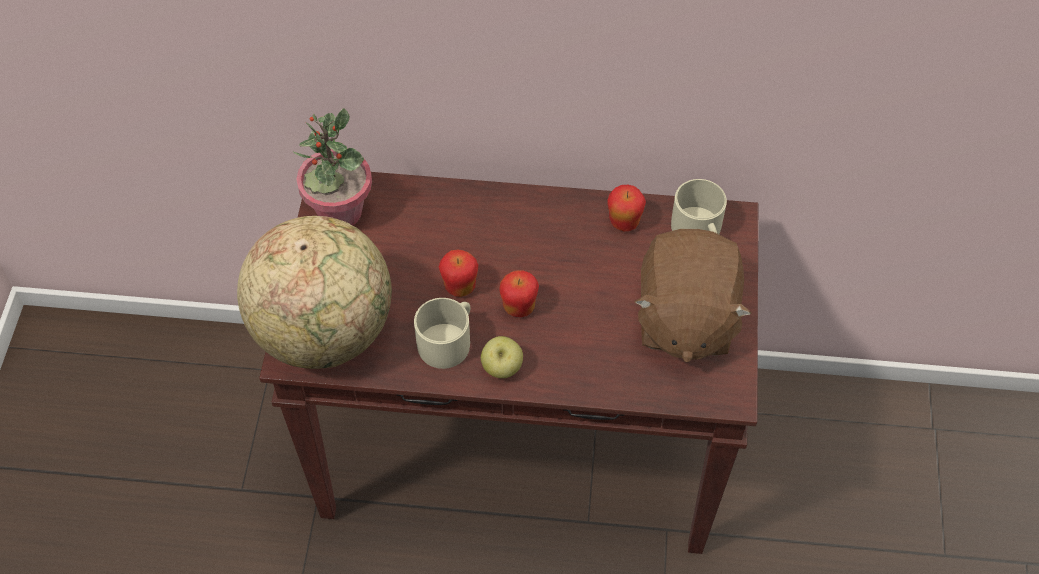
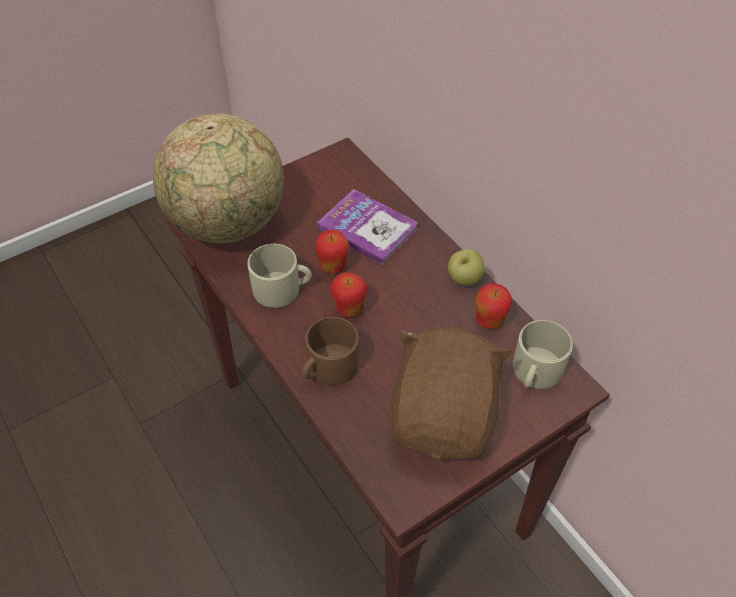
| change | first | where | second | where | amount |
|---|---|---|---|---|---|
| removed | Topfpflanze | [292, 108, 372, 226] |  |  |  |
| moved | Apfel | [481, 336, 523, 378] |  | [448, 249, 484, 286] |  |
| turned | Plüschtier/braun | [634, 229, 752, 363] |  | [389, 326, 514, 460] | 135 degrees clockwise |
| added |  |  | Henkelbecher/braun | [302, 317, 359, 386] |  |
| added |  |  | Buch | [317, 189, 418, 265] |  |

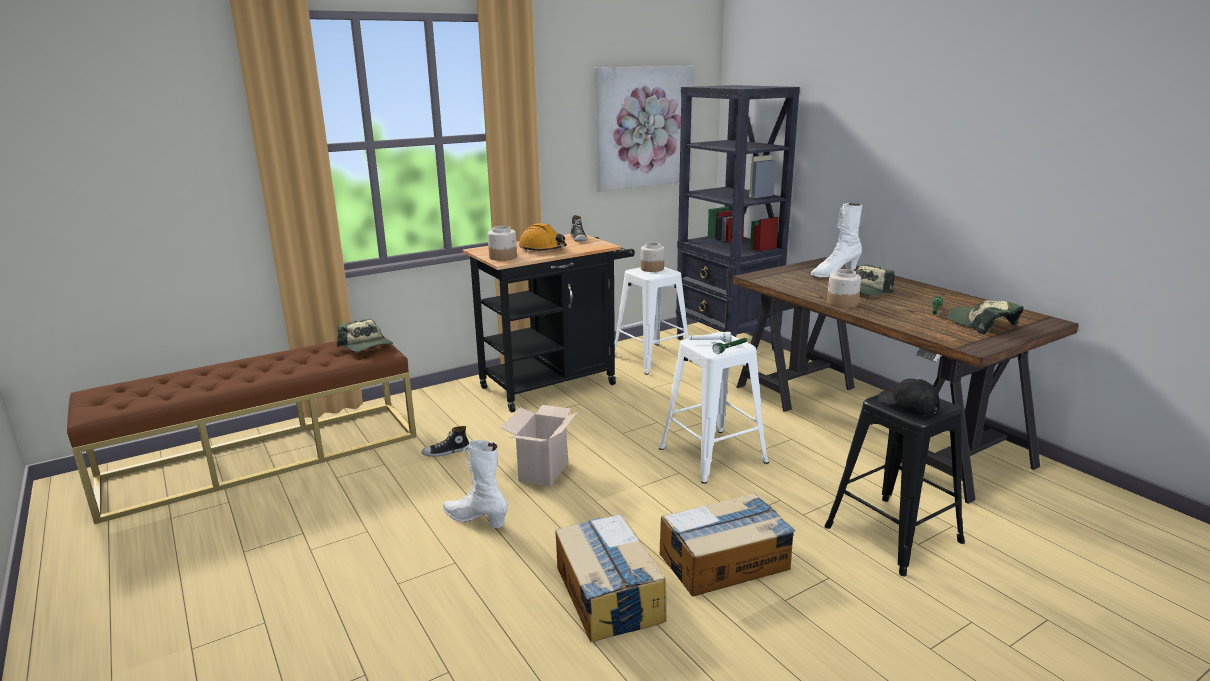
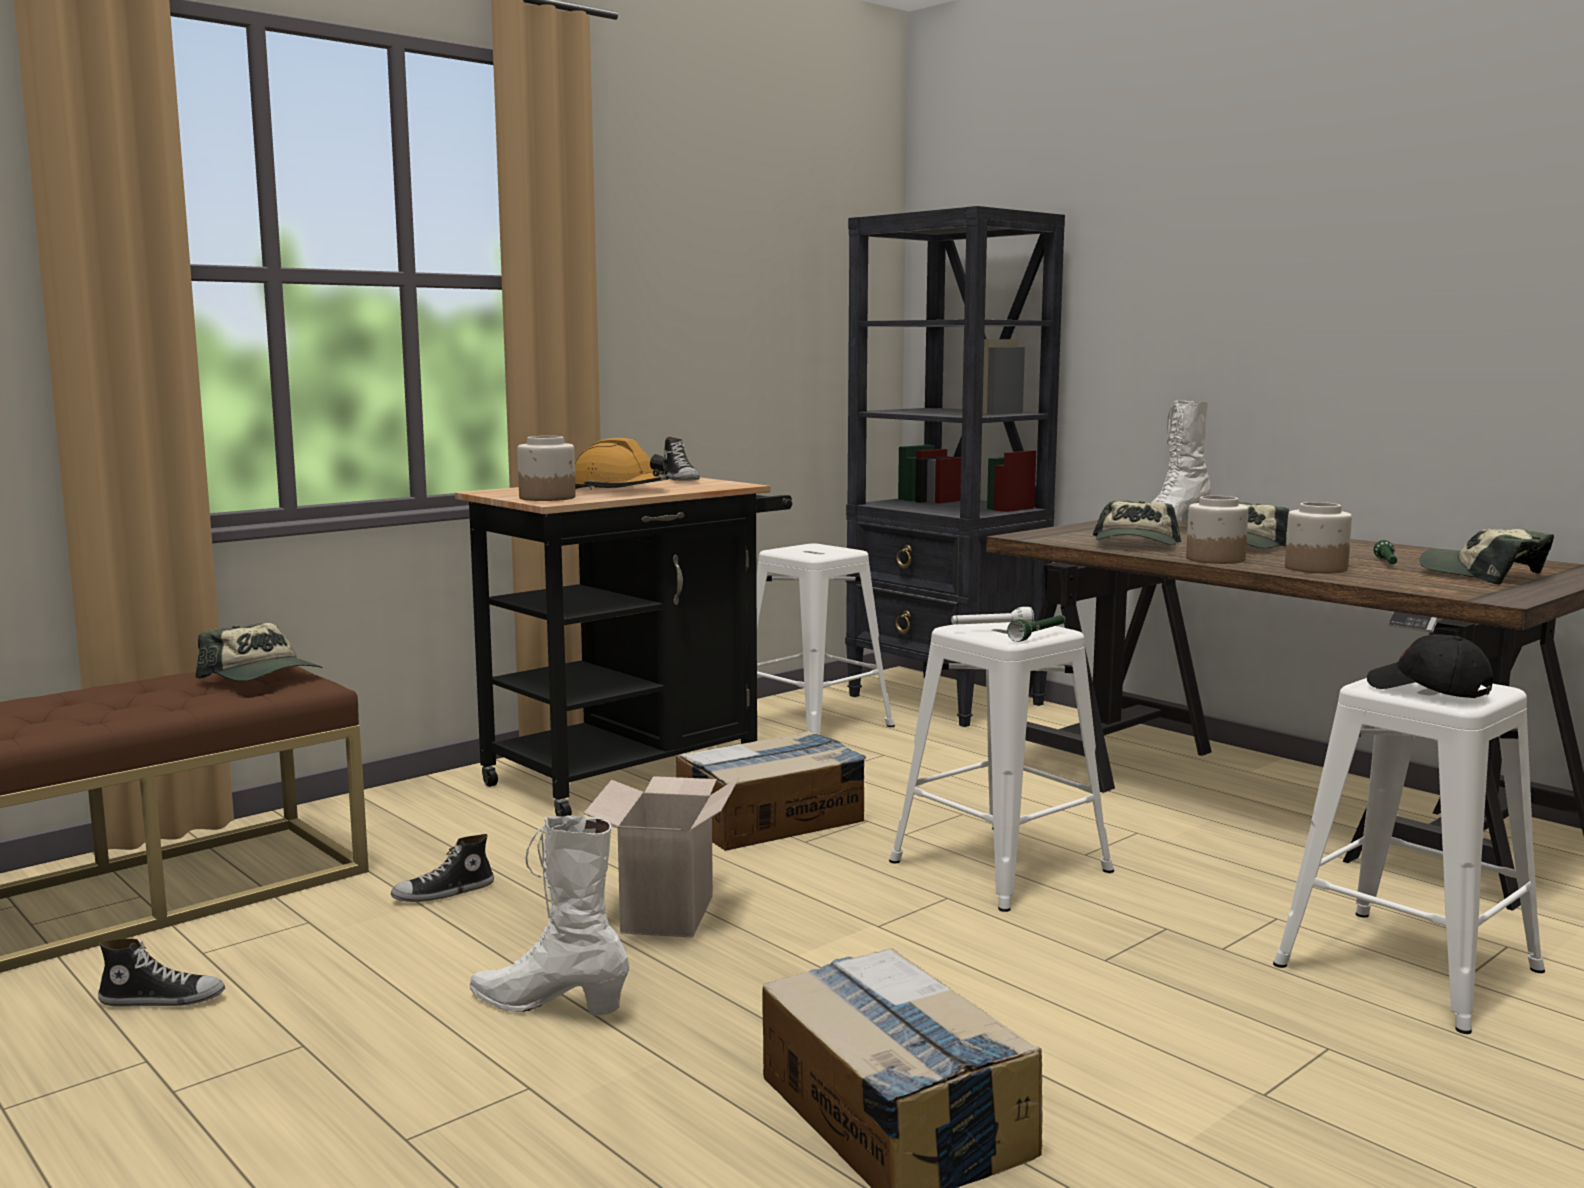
| change | first | where | second | where | amount |
|---|---|---|---|---|---|
| removed | Bild | [595, 66, 695, 192] |  |  |  |
| moved | Vorratsglas | [641, 242, 664, 272] |  | [1285, 502, 1352, 573] |  |
| moved | Karton | [660, 492, 795, 597] |  | [676, 730, 866, 851] |  |
| recoloured | Hocker/schwarz | [824, 394, 965, 576] | Hocker/weiß | [1273, 678, 1545, 1034] |  |
| added |  |  | Schuh | [98, 939, 225, 1007] |  |
| added |  |  | Kappe | [1093, 501, 1181, 545] |  |

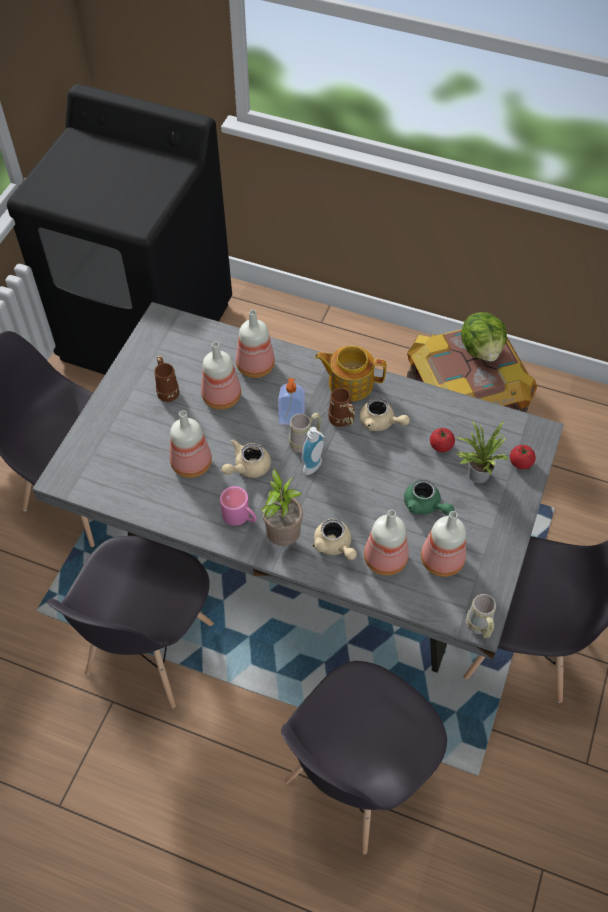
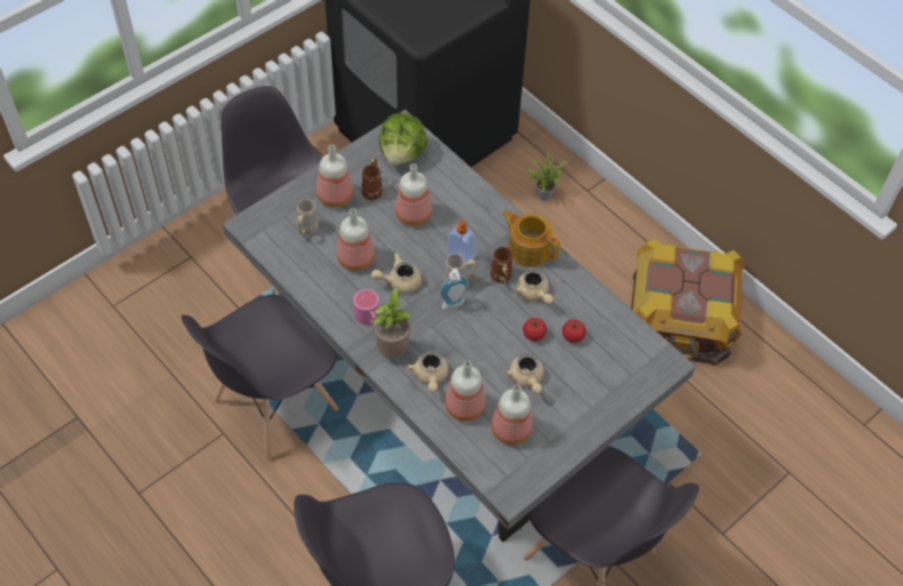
| change | first | where | second | where | amount |
|---|---|---|---|---|---|
| moved | Flasche | [236, 310, 275, 378] |  | [316, 145, 353, 207] |  |
| recoloured | Teekanne/grün | [404, 479, 454, 515] | Teekanne/beige | [505, 354, 544, 394] |  |
| moved | Topfpflanze | [455, 419, 509, 483] |  | [526, 152, 570, 201] |  |
| moved | Salatkopf | [461, 312, 507, 362] |  | [379, 113, 427, 166] |  |
| moved | Henkelbecher/beige | [466, 594, 496, 638] |  | [297, 199, 319, 235] |  |
| moved | Tomate | [510, 445, 536, 469] |  | [523, 318, 547, 341] |  |

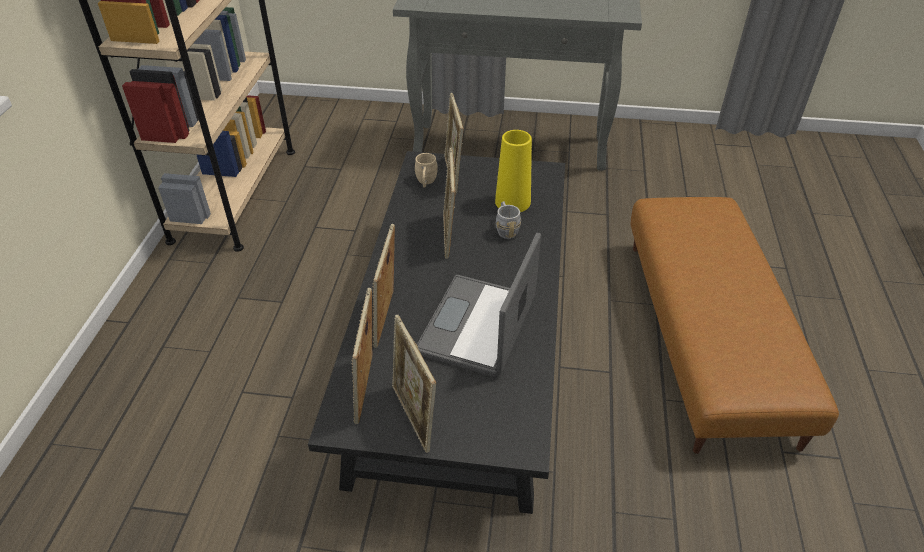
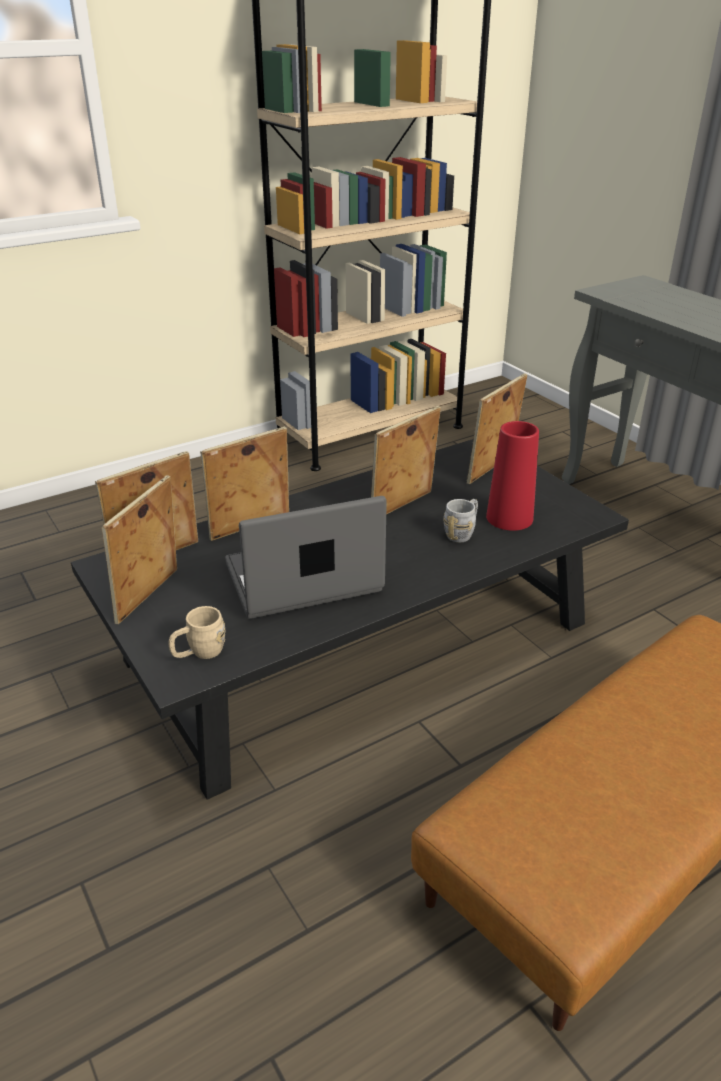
| change | first | where | second | where | amount |
|---|---|---|---|---|---|
| moved | Henkelbecher/beige | [415, 153, 438, 187] |  | [168, 606, 226, 659] |  |
| recoloured | Vase/gelb | [495, 130, 532, 212] | Vase/rot | [486, 421, 539, 531] |  |

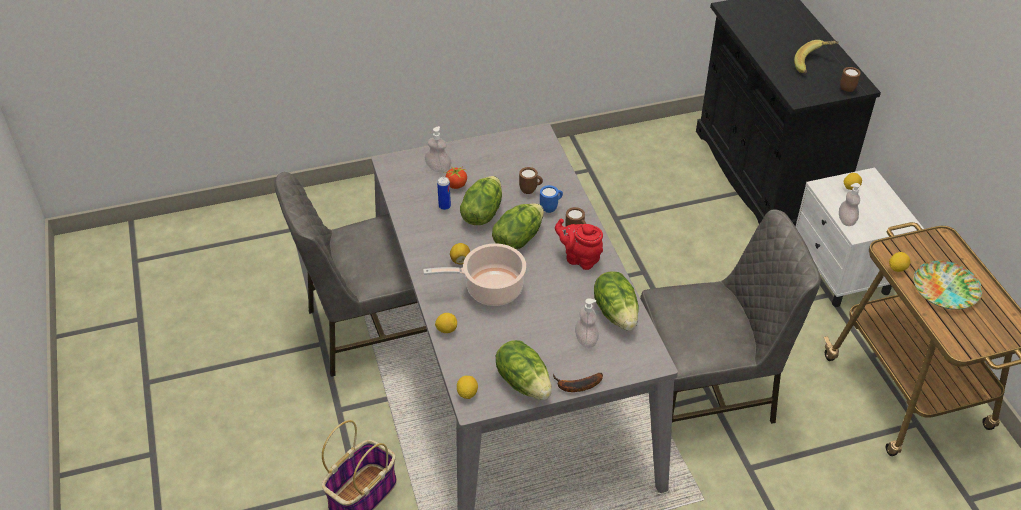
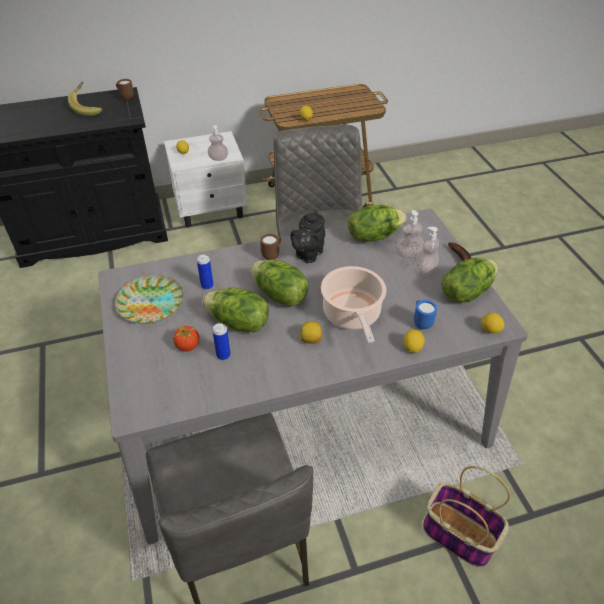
| change | first | where | second | where | amount |
|---|---|---|---|---|---|
| moved | Seifenspender | [425, 126, 452, 172] |  | [416, 227, 439, 276] |  |
| replaced | Henkelbecher/braun | [519, 167, 543, 194] | Dose | [197, 254, 214, 290] |  |
| moved | Henkelbecher/blau | [540, 185, 563, 213] |  | [414, 300, 437, 329] |  |
| recoloured | Teekanne/rot | [555, 219, 603, 270] | Teekanne/schwarz | [291, 211, 325, 263] |  |
| moved | Teller | [914, 261, 982, 310] |  | [115, 275, 184, 324] |  |

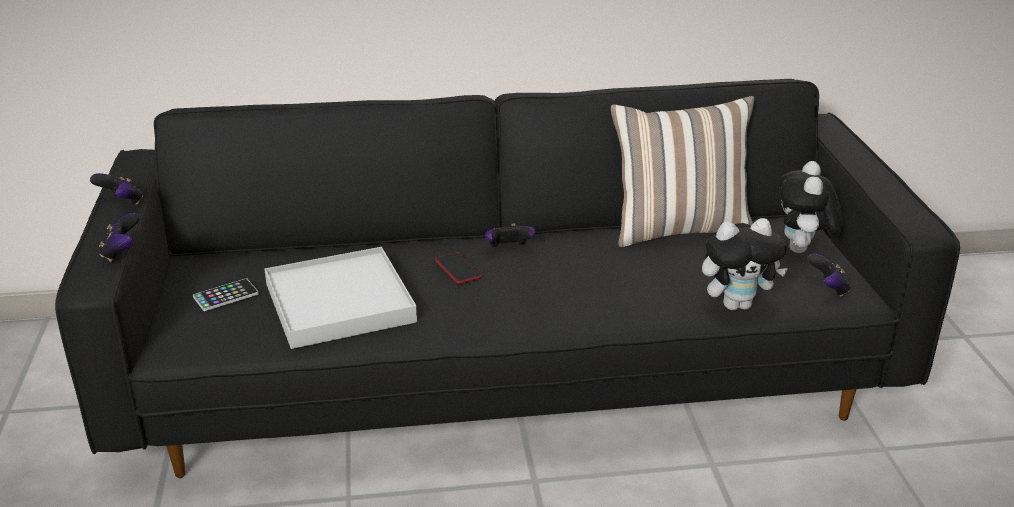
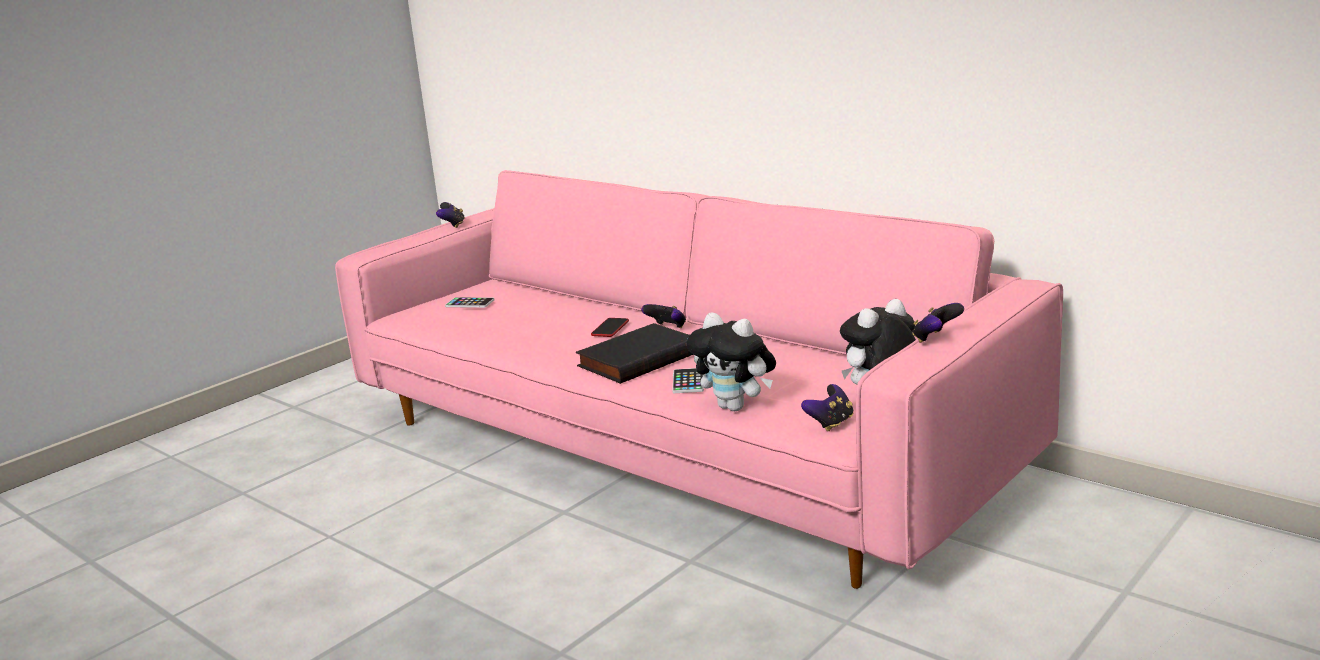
| change | first | where | second | where | amount |
|---|---|---|---|---|---|
| recoloured | Sofa/schwarz | [55, 79, 960, 478] | Sofa/rosa | [335, 170, 1063, 589] |  |
| moved | Gamepad | [99, 213, 139, 262] |  | [912, 303, 964, 343] |  |
| removed | Tablett/weiß | [264, 247, 417, 349] |  |  |  |
| removed | Kissen | [611, 96, 754, 247] |  |  |  |
| added |  |  | Buch/schwarz | [576, 323, 694, 384] |  |
| added |  |  | Handy | [672, 368, 704, 393] |  |

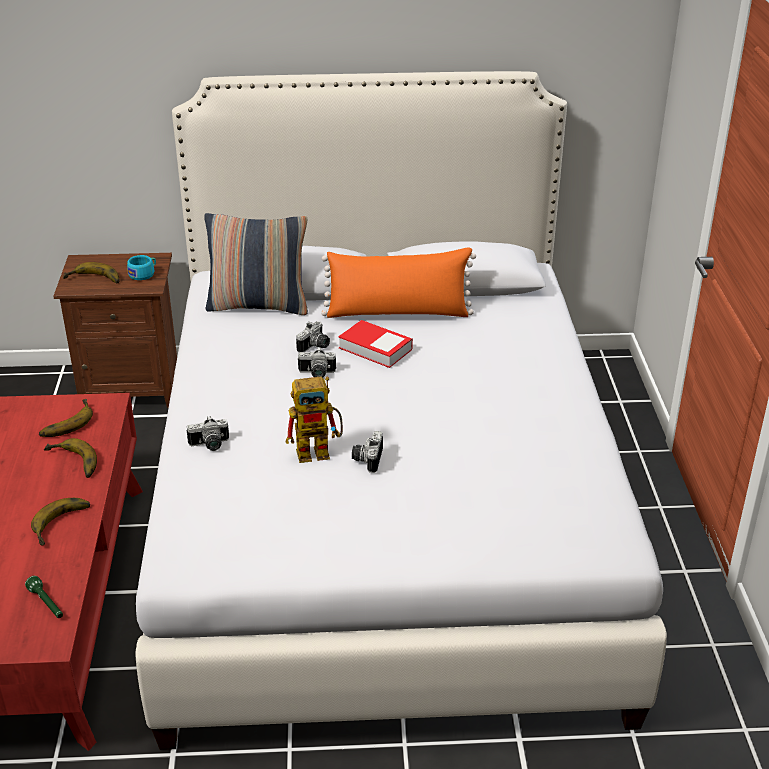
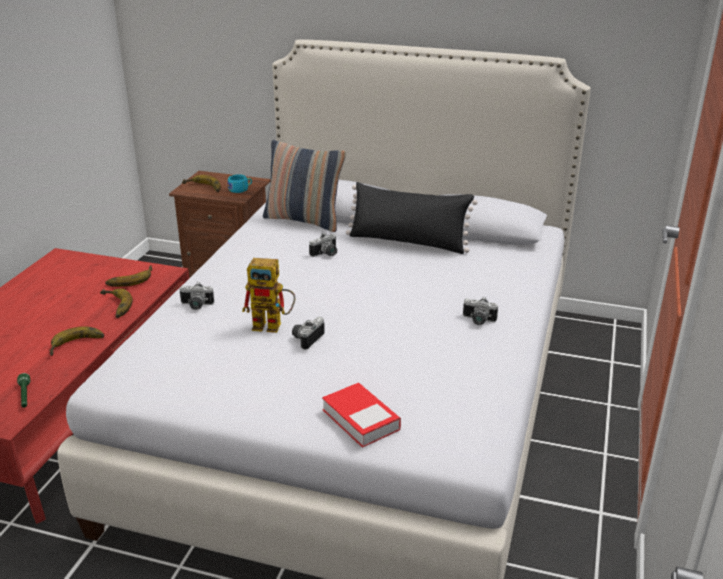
| change | first | where | second | where | amount |
|---|---|---|---|---|---|
| moved | Kamera | [298, 347, 336, 378] |  | [463, 297, 498, 325] |  |
| recoloured | Kissen/orange | [321, 247, 476, 318] | Kissen/schwarz | [346, 182, 478, 254] |  |
| moved | Buch | [338, 320, 413, 368] |  | [322, 383, 401, 448] |  |

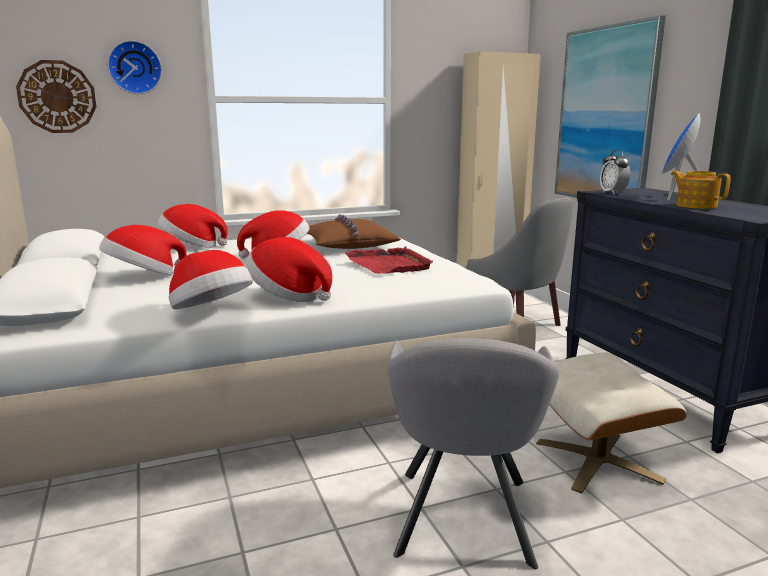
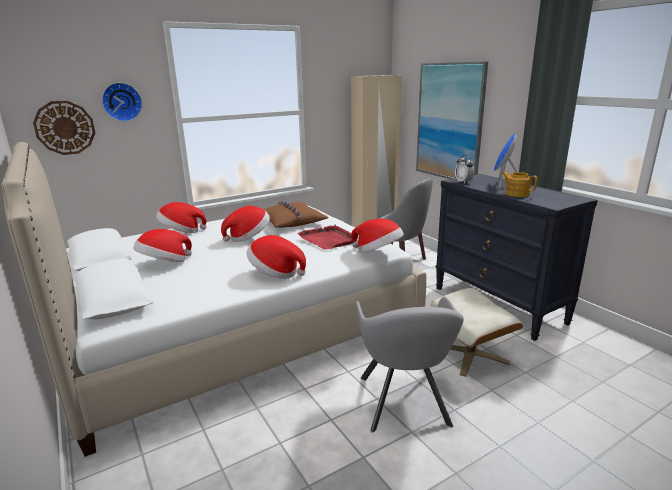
| change | first | where | second | where | amount |
|---|---|---|---|---|---|
| moved | Hut | [169, 250, 253, 309] |  | [351, 219, 404, 253] |  |

